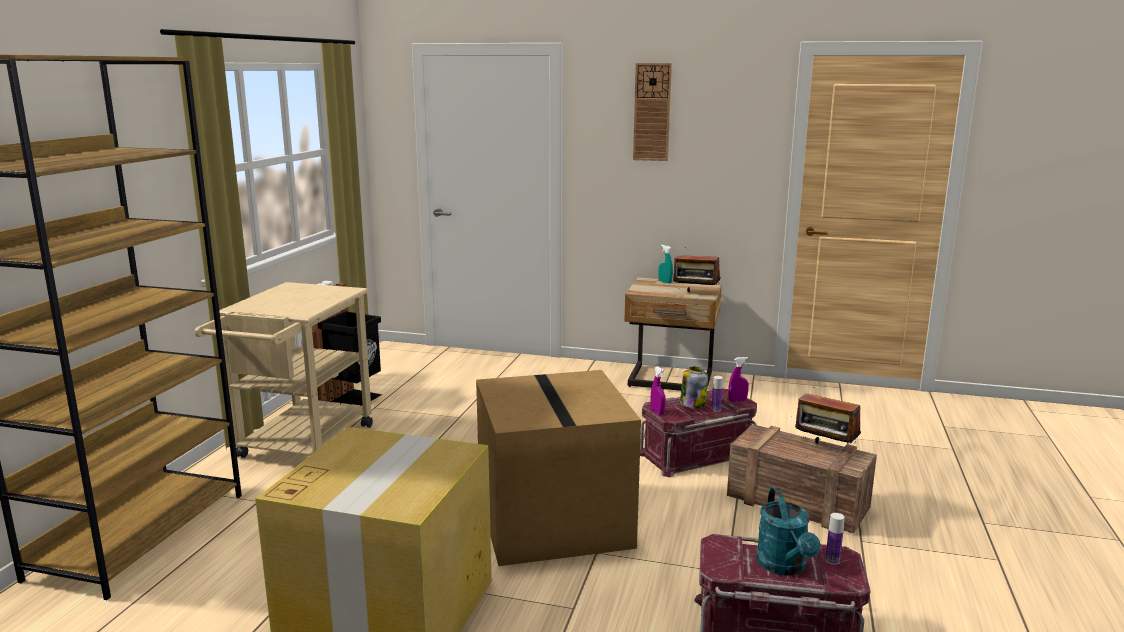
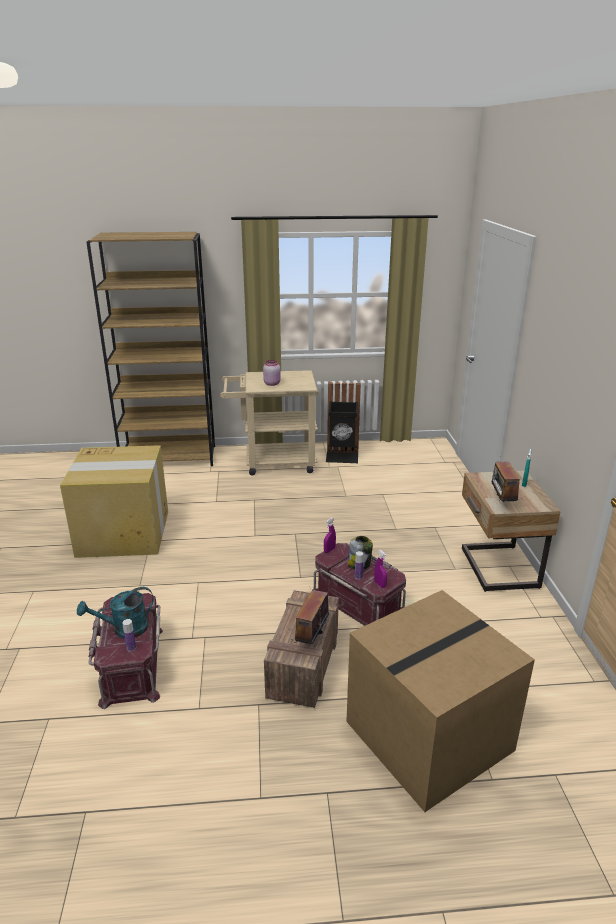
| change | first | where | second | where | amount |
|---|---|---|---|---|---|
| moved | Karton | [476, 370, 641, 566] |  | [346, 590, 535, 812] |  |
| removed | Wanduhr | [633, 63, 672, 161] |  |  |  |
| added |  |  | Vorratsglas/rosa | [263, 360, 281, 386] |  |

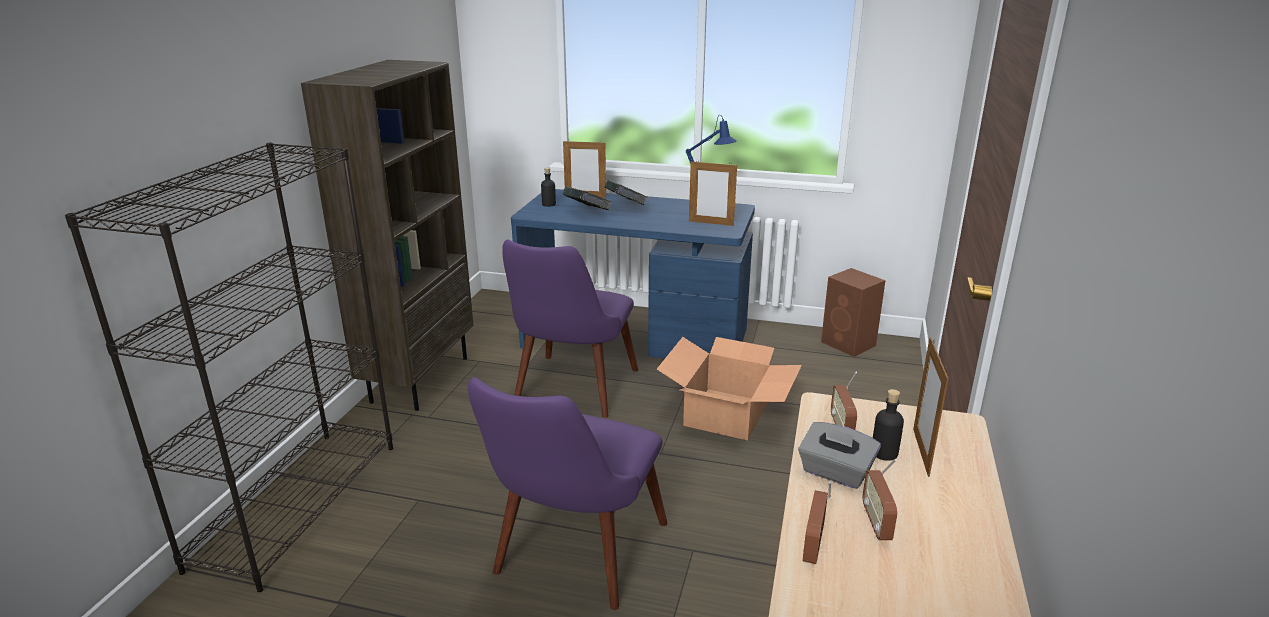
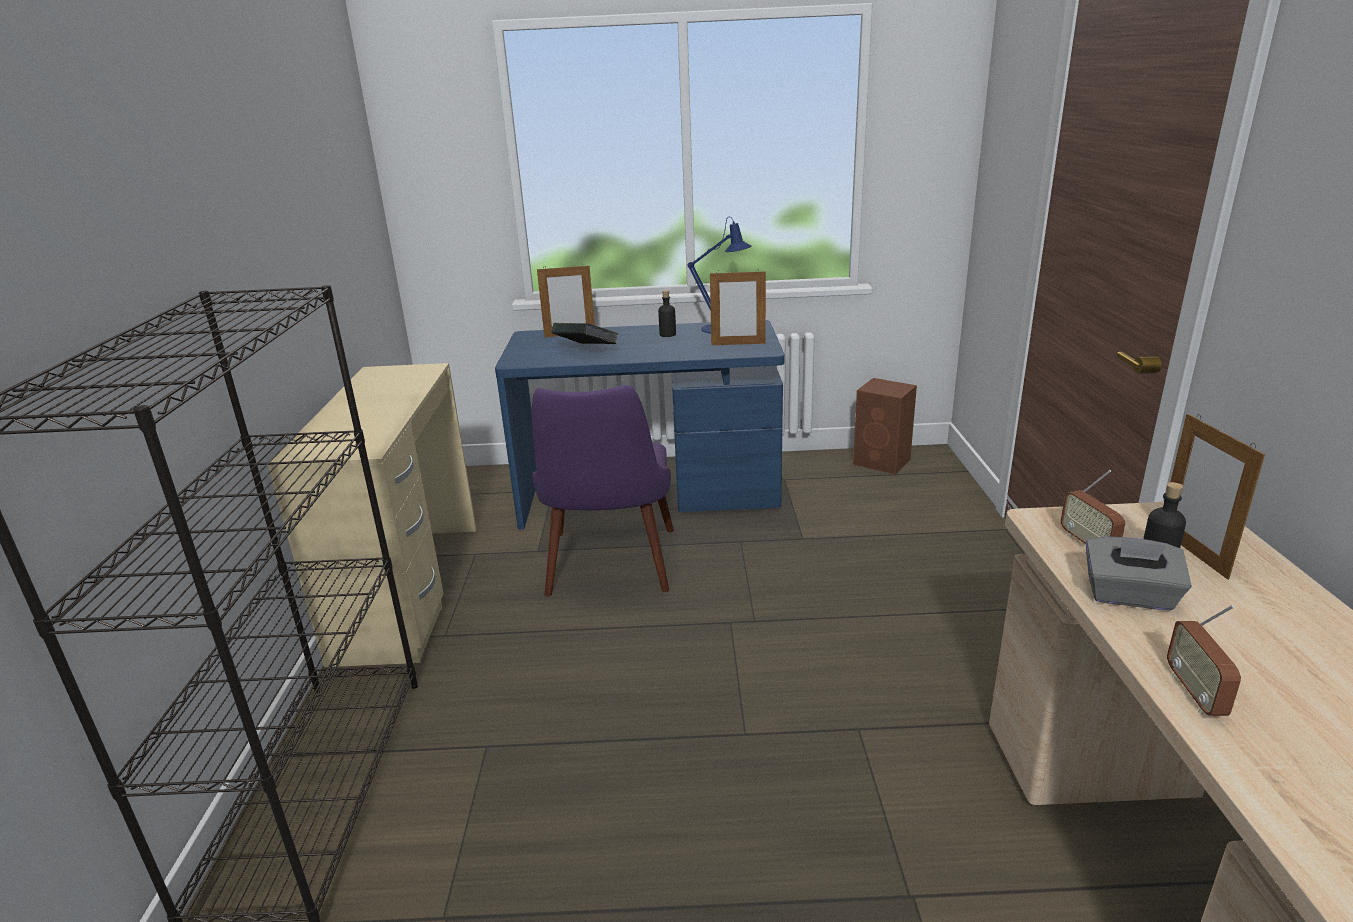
| change | first | where | second | where | amount |
|---|---|---|---|---|---|
| replaced | Bücherregal/braun | [301, 60, 474, 411] | Schreibtisch/beige | [268, 363, 476, 667] |  |
| removed | Stuhl/lila | [468, 377, 668, 610] |  |  |  |
| moved | Flasche/schwarz | [541, 168, 556, 207] |  | [658, 290, 676, 337] |  |
| removed | Buch | [604, 180, 648, 205] |  |  |  |
| removed | Karton | [657, 337, 802, 440] |  |  |  |
| removed | Radio | [862, 459, 897, 540] |  |  |  |

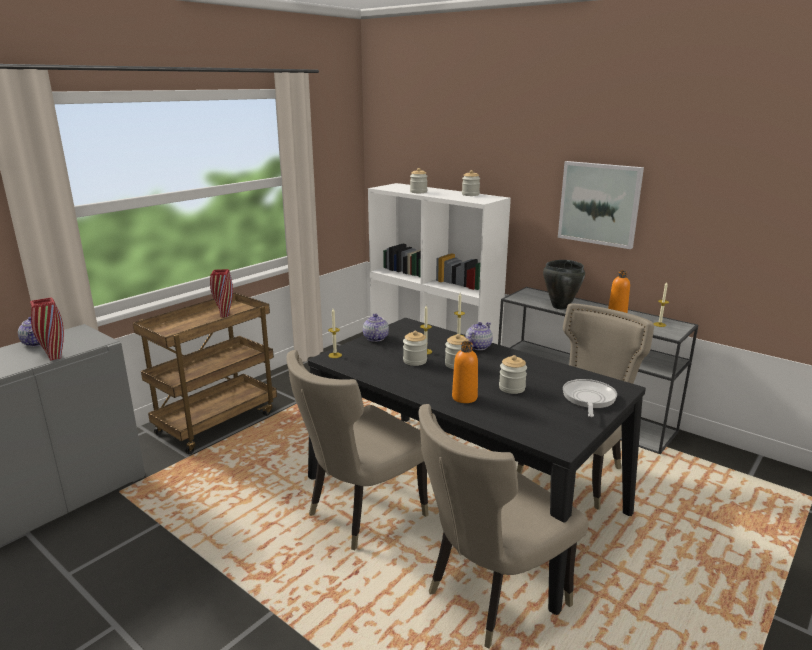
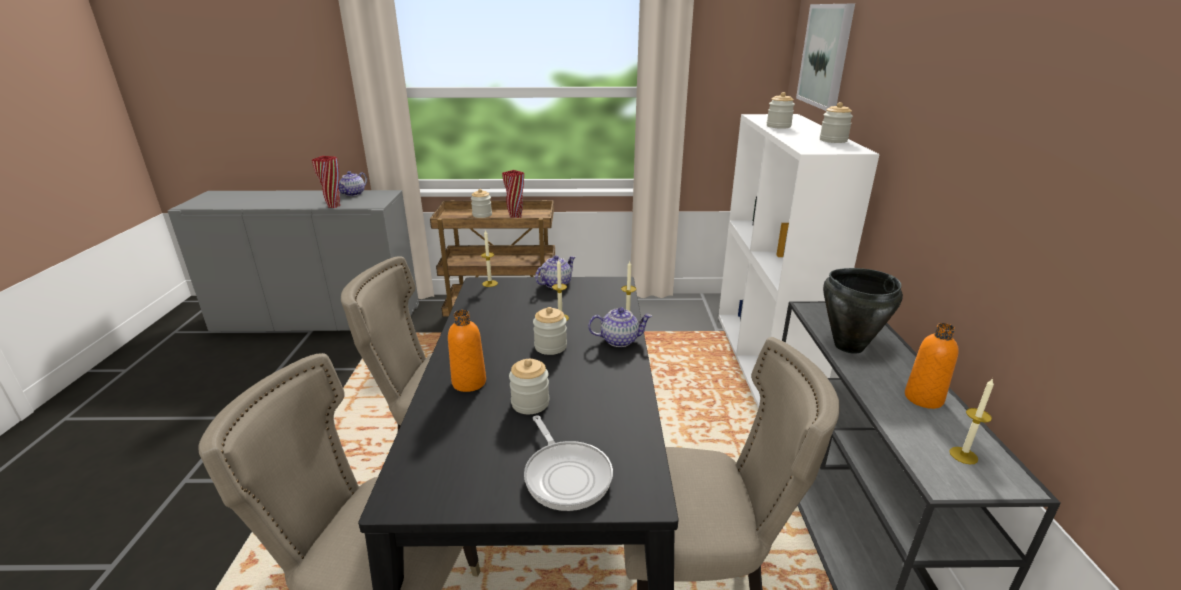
| change | first | where | second | where | amount |
|---|---|---|---|---|---|
| moved | Vorratsglas | [403, 331, 427, 366] |  | [471, 189, 492, 218] |  |
| moved | Bild | [558, 161, 644, 249] |  | [796, 4, 855, 111] |  |
| turned | Pfanne | [563, 379, 617, 417] |  | [524, 415, 613, 511] | 90 degrees clockwise |

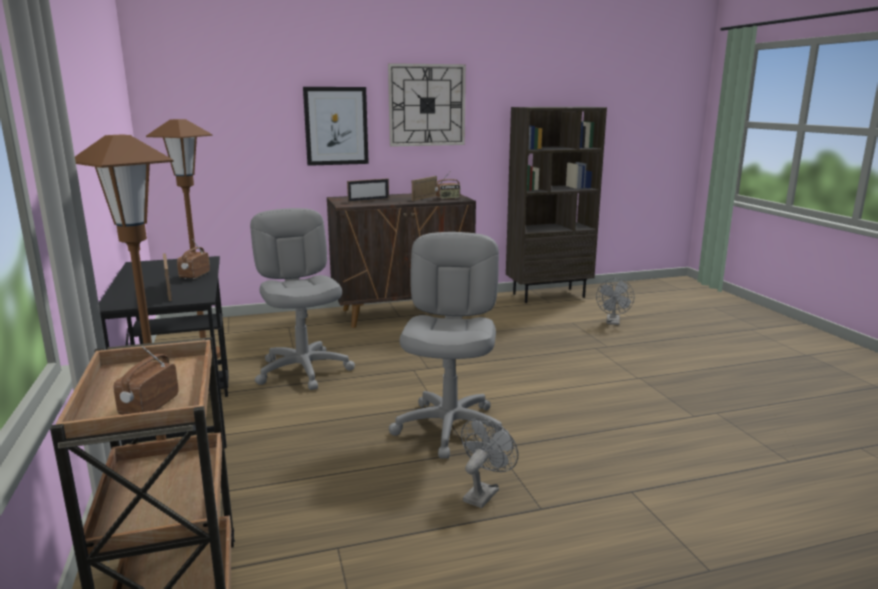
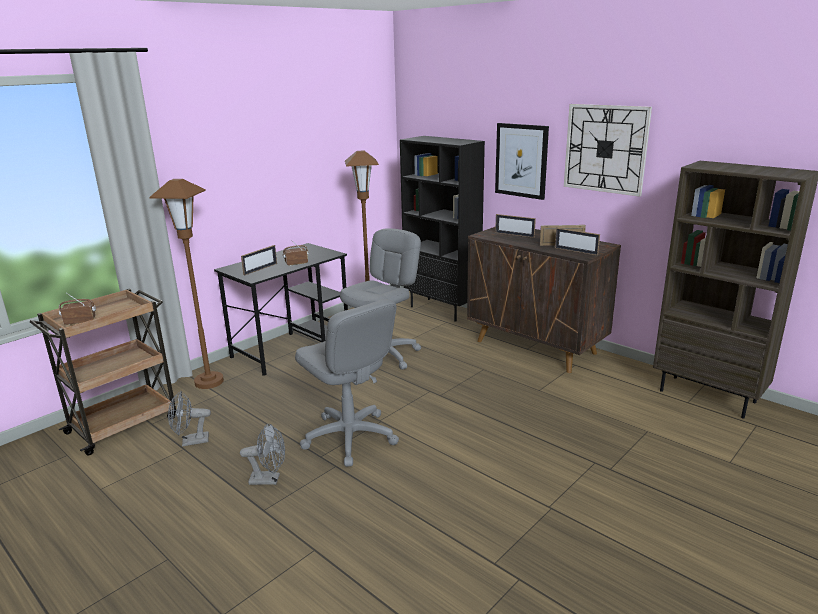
| change | first | where | second | where | amount |
|---|---|---|---|---|---|
| turned | Bürostuhl/grau | [389, 232, 509, 459] |  | [295, 299, 399, 467] | 75 degrees clockwise |
| replaced | Radio | [435, 172, 461, 200] | Bilderrahmen | [555, 228, 600, 256] |  |
| moved | Ventilator/grau | [596, 278, 634, 325] |  | [168, 391, 211, 447] |  |
| added |  |  | Bücherregal/schwarz | [400, 136, 485, 322] |  |

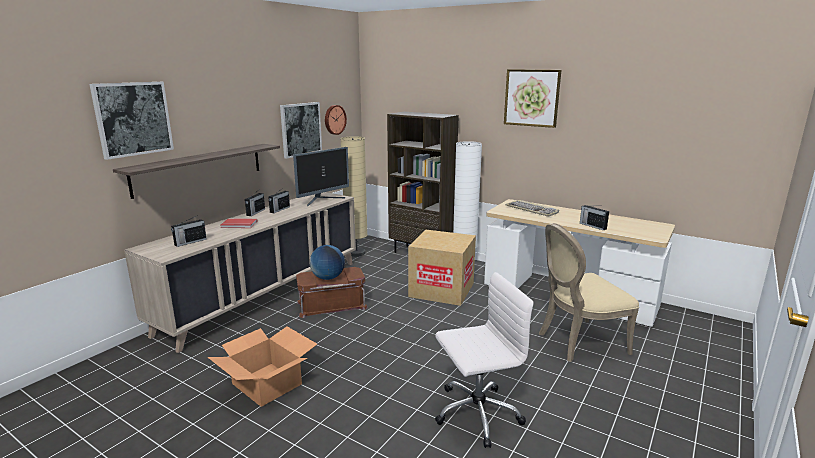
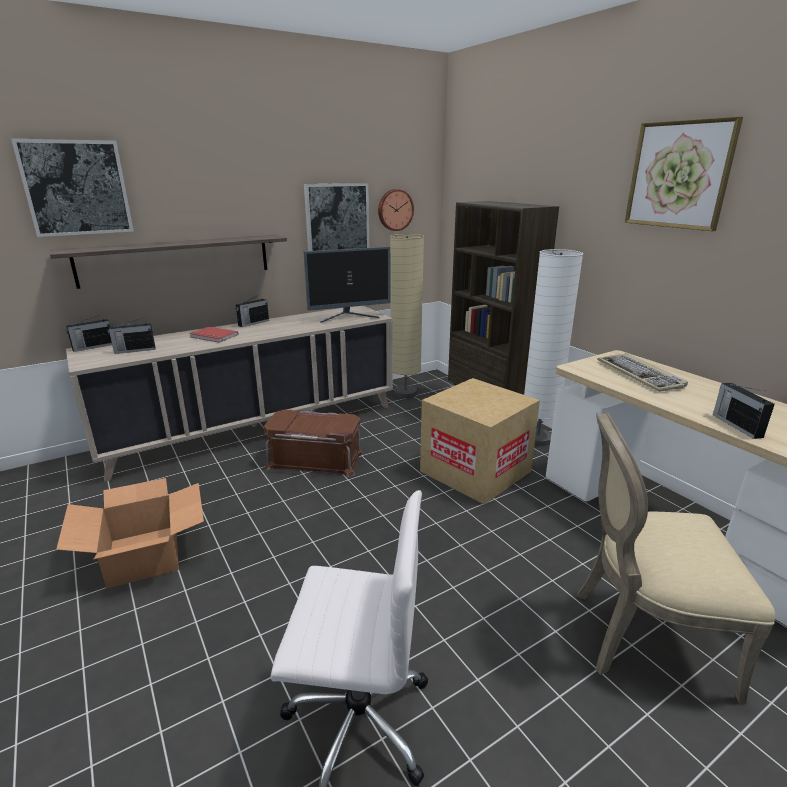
| change | first | where | second | where | amount |
|---|---|---|---|---|---|
| moved | Radio | [268, 188, 290, 213] |  | [65, 315, 112, 352] |  |
| removed | Globus | [310, 245, 345, 280] |  |  |  |

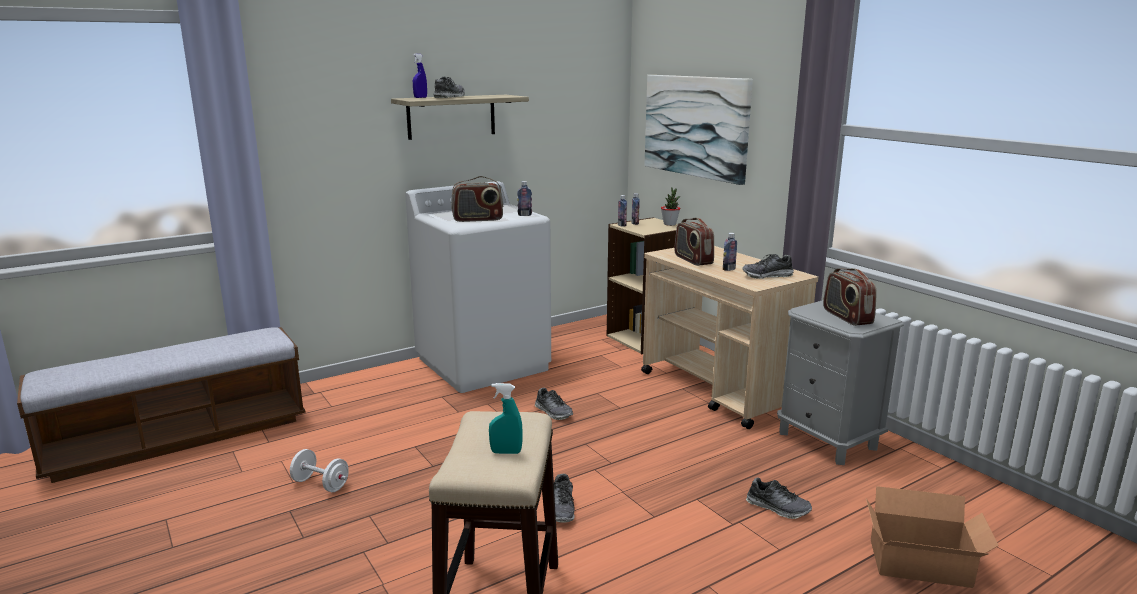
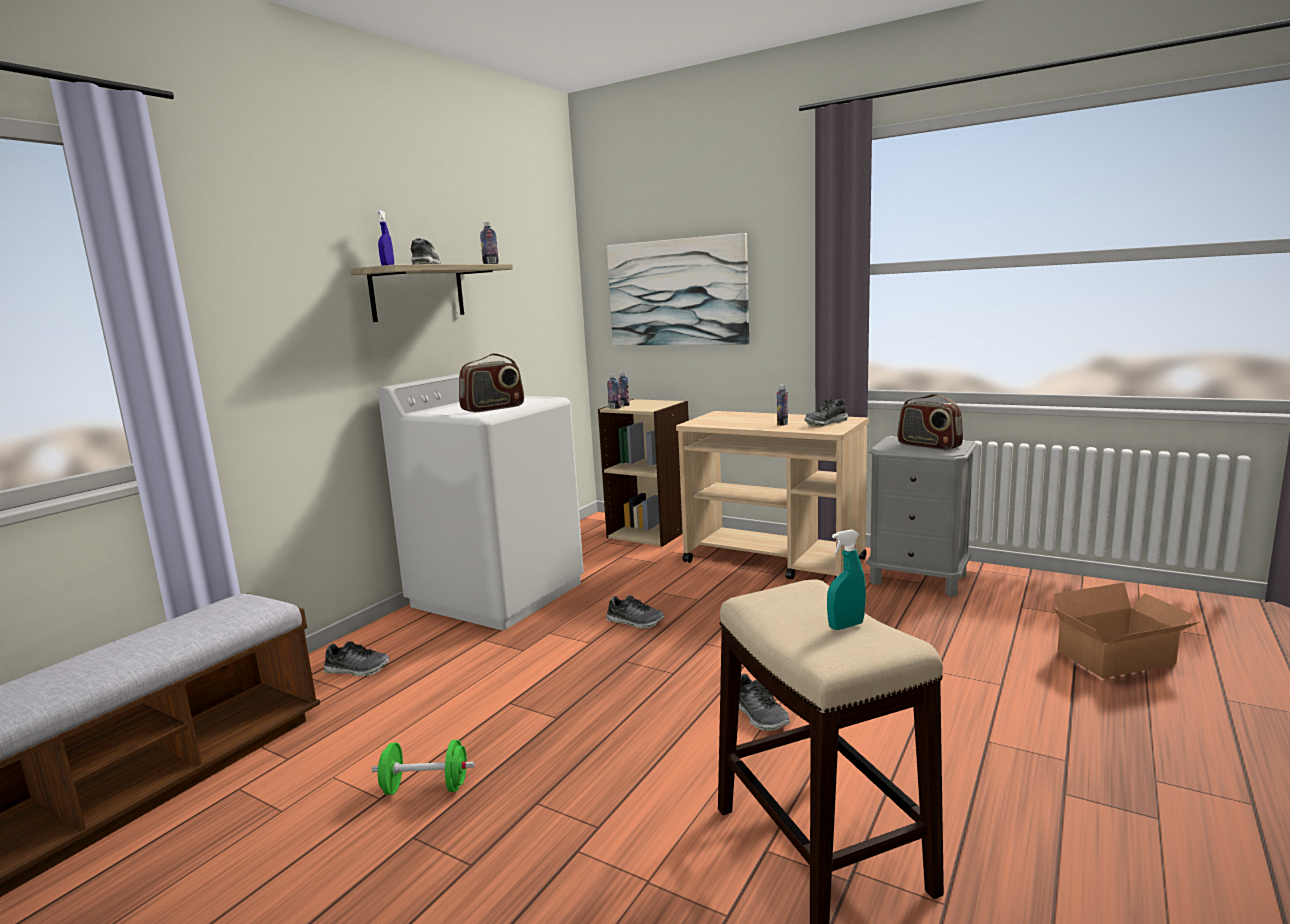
| change | first | where | second | where | amount |
|---|---|---|---|---|---|
| recoloured | Hantel/weiß | [290, 449, 349, 492] | Hantel/grün | [372, 740, 475, 795] |  |
| moved | Flasche | [517, 181, 532, 216] |  | [480, 222, 499, 264] |  |
| removed | Topfpflanze | [661, 187, 680, 226] |  |  |  |
| removed | Radio | [674, 218, 714, 266] |  |  |  |
| moved | Schuh | [746, 477, 812, 519] |  | [324, 641, 389, 676] |  |

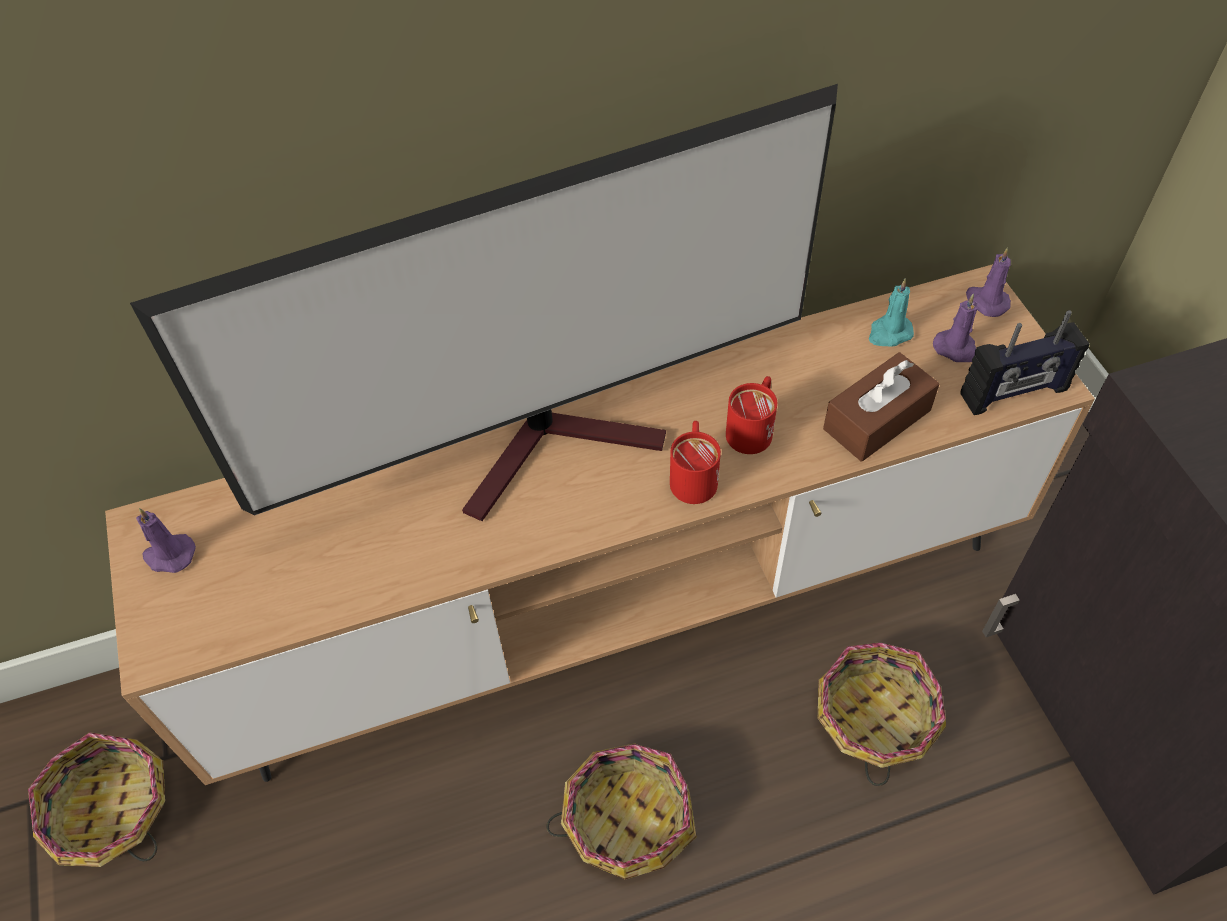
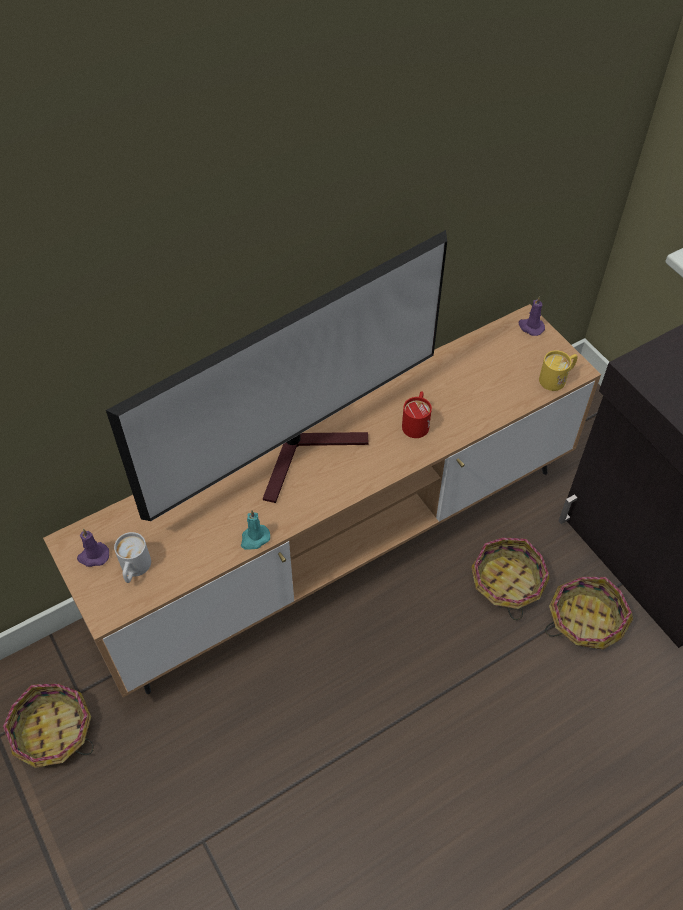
| change | first | where | second | where | amount |
|---|---|---|---|---|---|
| moved | Korb | [547, 743, 697, 879] |  | [545, 577, 633, 649] |  |
| removed | Henkelbecher/rot | [670, 421, 721, 504] |  |  |  |
| removed | Taschentuchbox/braun | [823, 352, 939, 462] |  |  |  |
| moved | Kerze/türkis | [869, 278, 914, 347] |  | [241, 510, 270, 550] |  |
| removed | Kerze/lila | [933, 294, 978, 362] |  |  |  |
| replaced | Radio | [960, 310, 1089, 415] | Henkelbecher/gelb | [539, 350, 578, 391] |  |
| added |  |  | Henkelbecher/weiß | [114, 532, 151, 583] |  |

